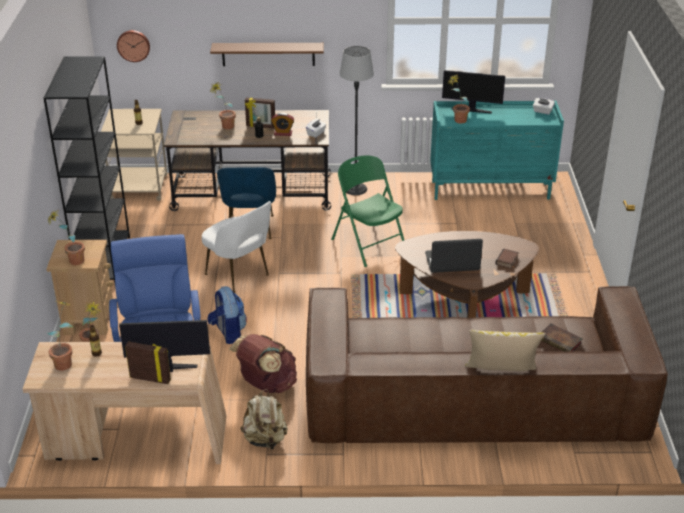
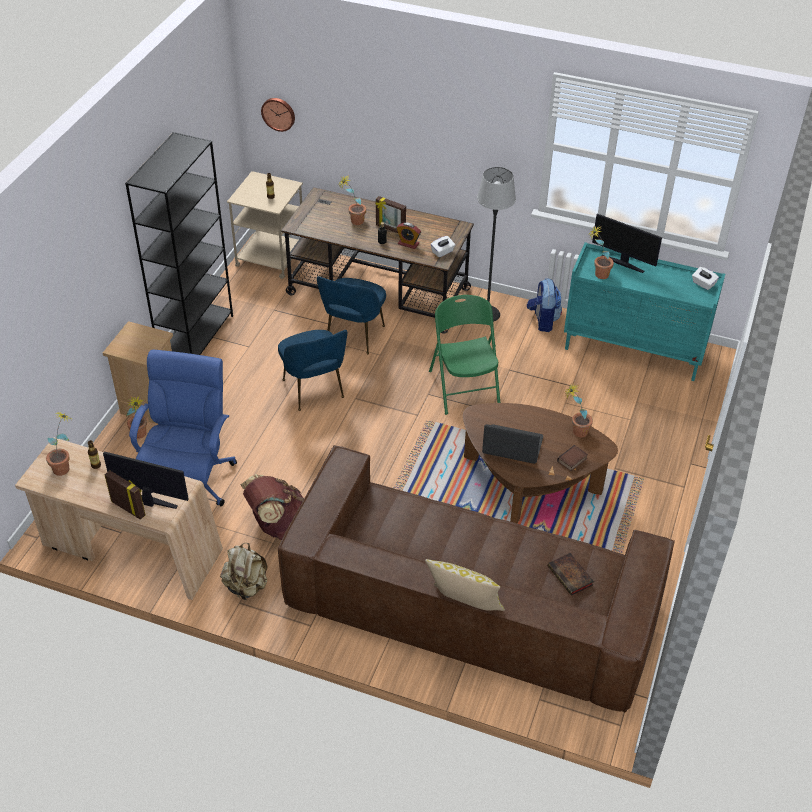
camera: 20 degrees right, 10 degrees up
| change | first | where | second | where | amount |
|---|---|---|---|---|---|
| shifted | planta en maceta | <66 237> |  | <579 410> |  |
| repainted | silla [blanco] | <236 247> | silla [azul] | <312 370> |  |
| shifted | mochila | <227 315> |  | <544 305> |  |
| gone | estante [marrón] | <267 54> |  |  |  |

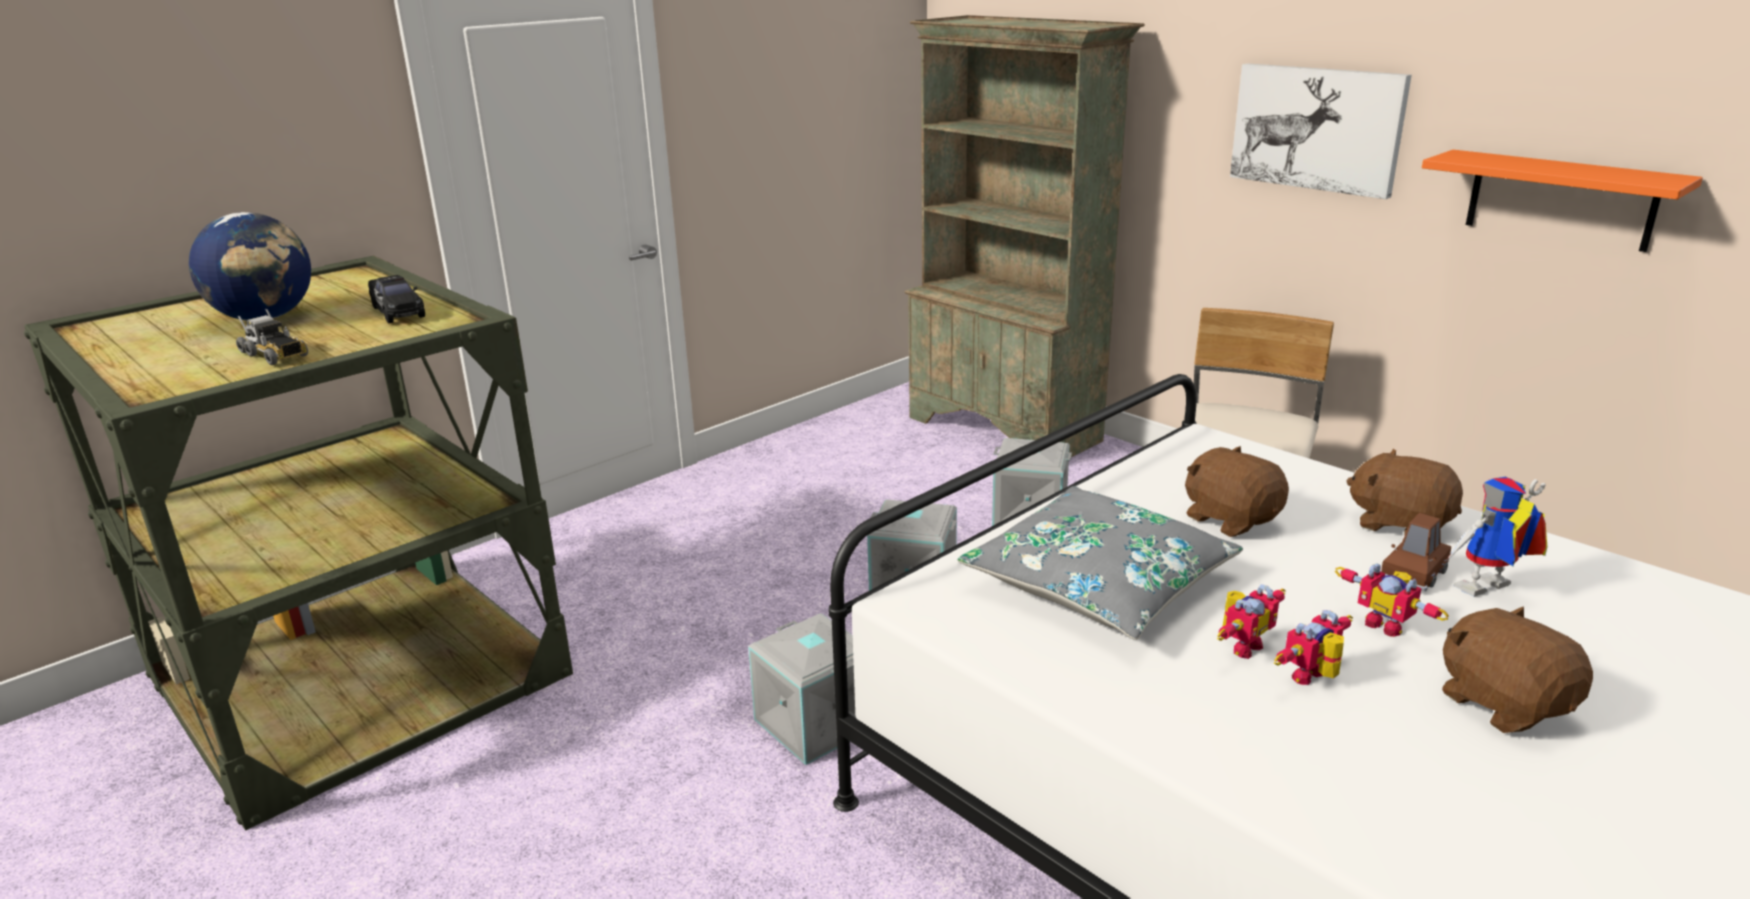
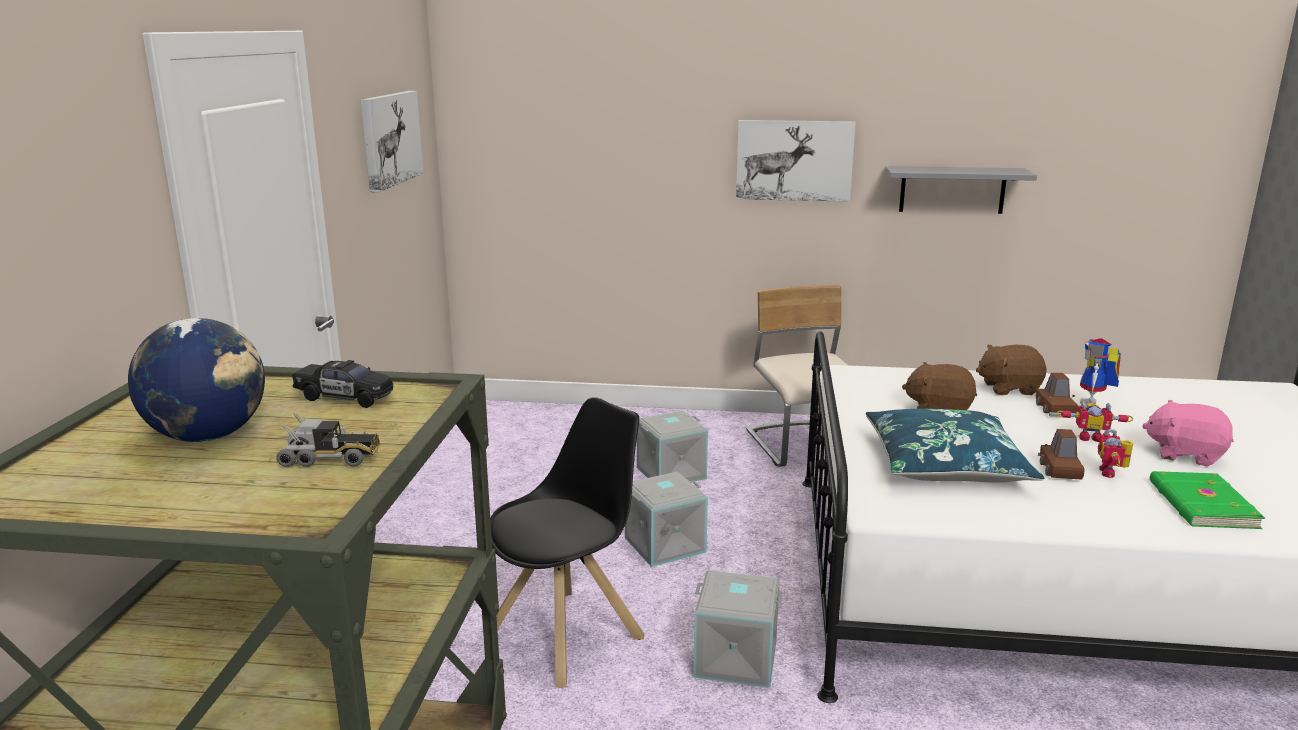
camera: 40 degrees left, 5 degrees down
| change | first | where | second | where | amount |
|---|---|---|---|---|---|
| gone | estantería [verde] | <1025 236> |  |  |  |
| repainted | cojín [gris] | <1100 563> | cojín [azul] | <955 446> |  |
| swapped | robot de juguete | <1251 621> | coche de juguete [marrón] | <1061 454> |  |
| repainted | estante [naranja] | <1562 201> | estante [gris] | <961 190> |  |
| repainted | peluche [marrón] | <1517 669> | peluche [rosa] | <1188 433> |  |
| new |  |  | cuadro | <392 142> |  |
| new |  |  | silla [negro] | <567 542> |  |
| new |  |  | libro [verde] | <1207 500> |  |

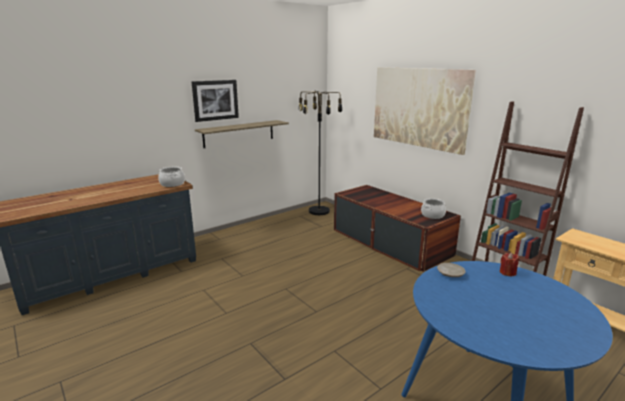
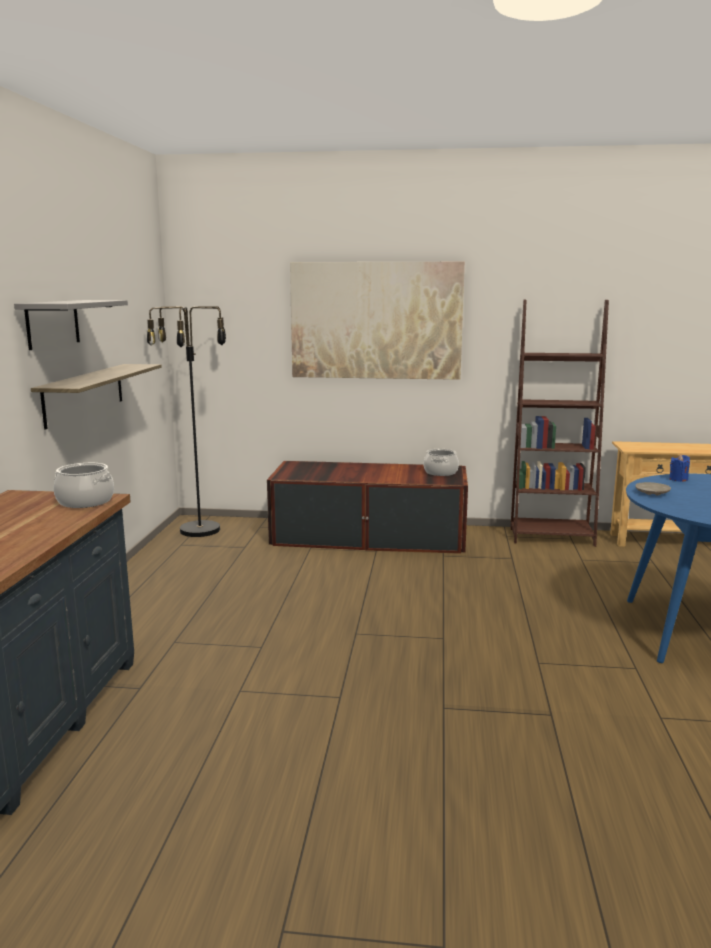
camera: 45 degrees left, 5 degrees down
| change | first | where | second | where | amount |
|---|---|---|---|---|---|
| swapped | cuadro | <215 101> | estante [gris] | <71 325> |  |
| repainted | vela [rojo] | <509 264> | vela [azul] | <679 468> |  |

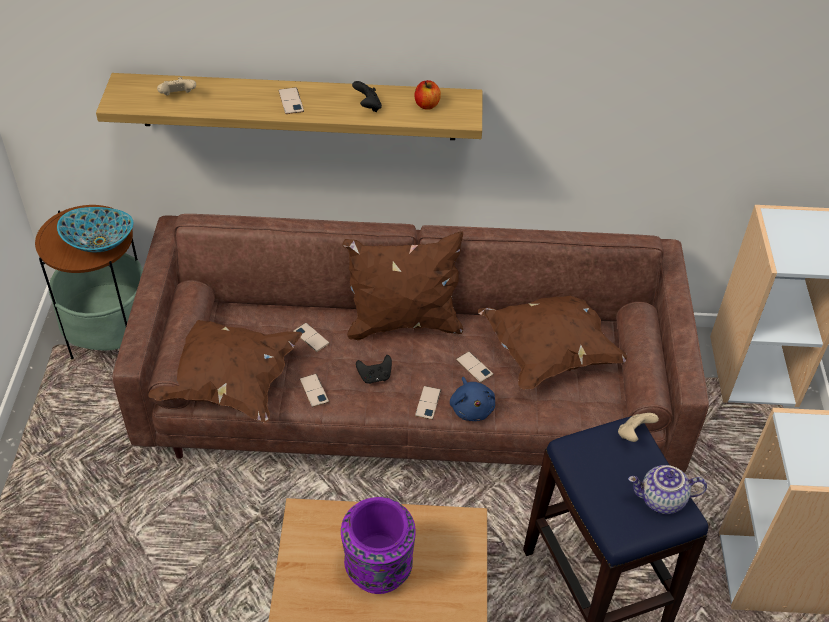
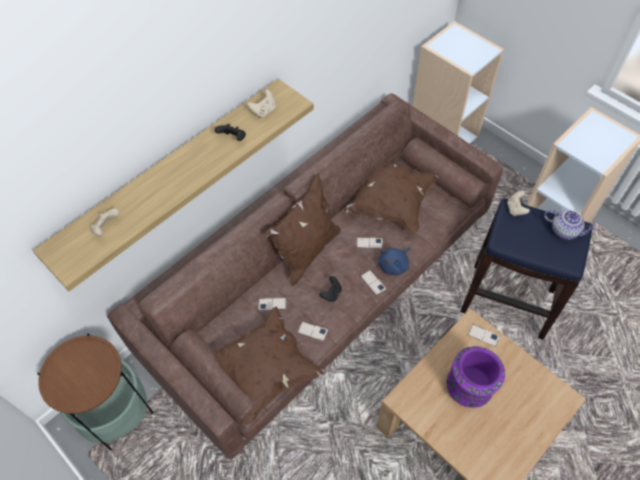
camera: 45 degrees left, 10 degrees up
| change | first | where | second | where | amount |
|---|---|---|---|---|---|
| gone | cuenco | <95 229> |  |  |  |
| shifted | móvil | <291 100> |  | <484 335> |  |
| swapped | manzana | <427 95> | mando de consola [beis] | <261 104> |  |
| rotated | peluche [azul] | <472 399> |  | <395 261> | 105 degrees clockwise |
| rotated | tetera | <667 489> |  | <570 224> | 105 degrees counterclockwise |

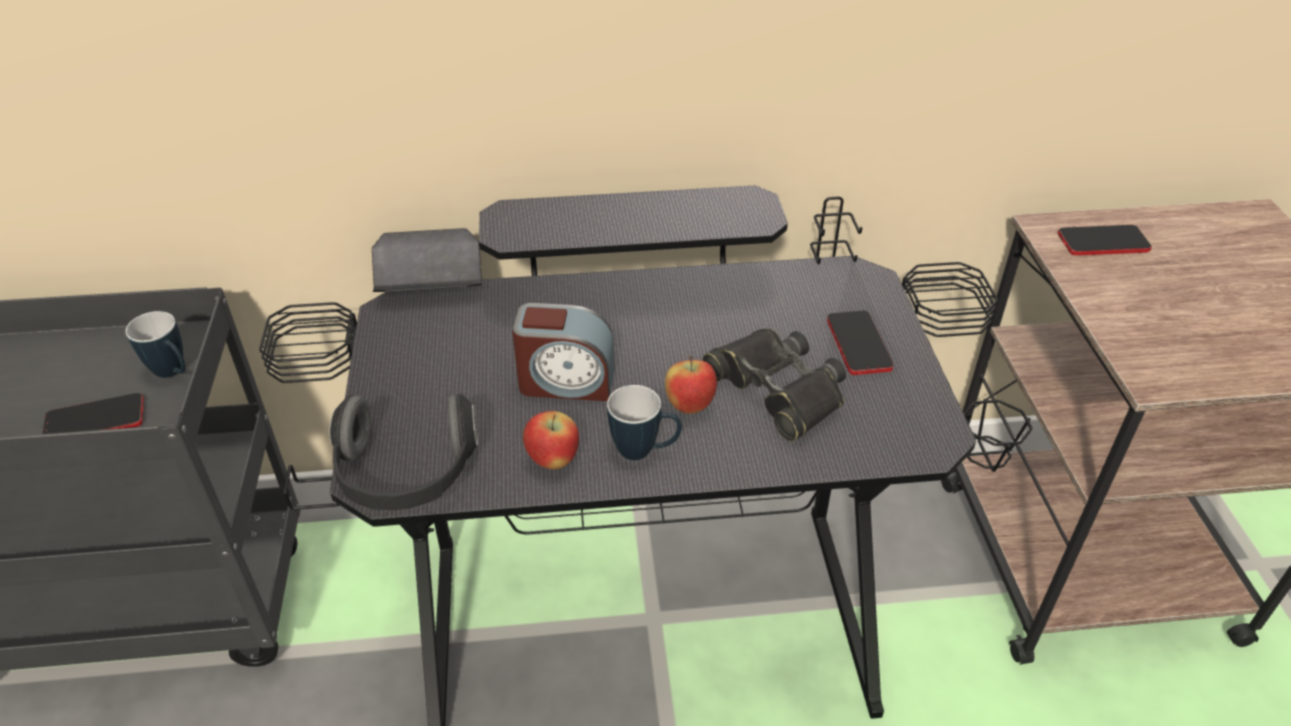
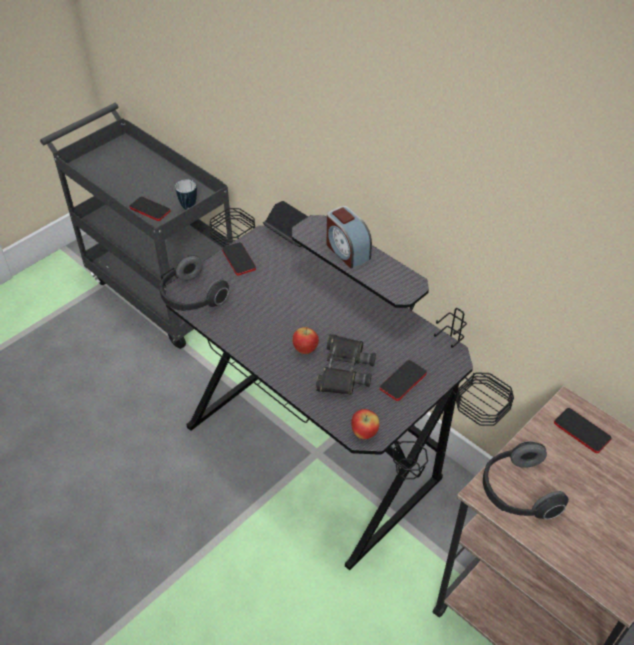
camera: 50 degrees right, 5 degrees up
| change | first | where | second | where | amount |
|---|---|---|---|---|---|
| shifted | despertador | <563 352> |  | <349 237> |  |
| shifted | manzana | <551 440> |  | <365 424> |  |
| gone | taza grande | <644 422> |  |  |  |
| new |  |  | móvil | <239 259> |  |
| new |  |  | auriculares | <526 480> |  |

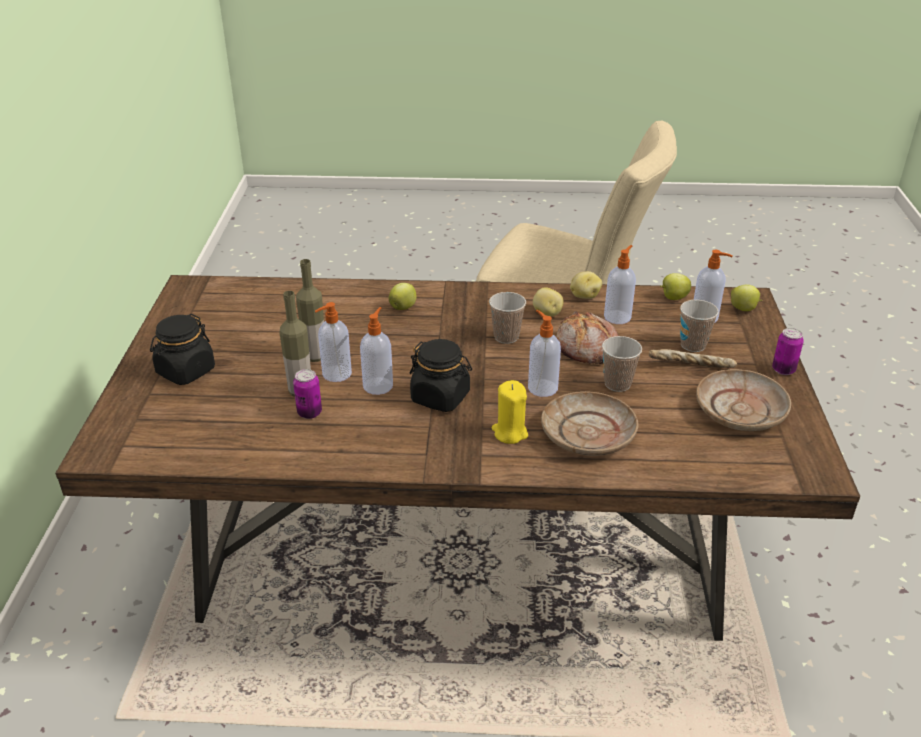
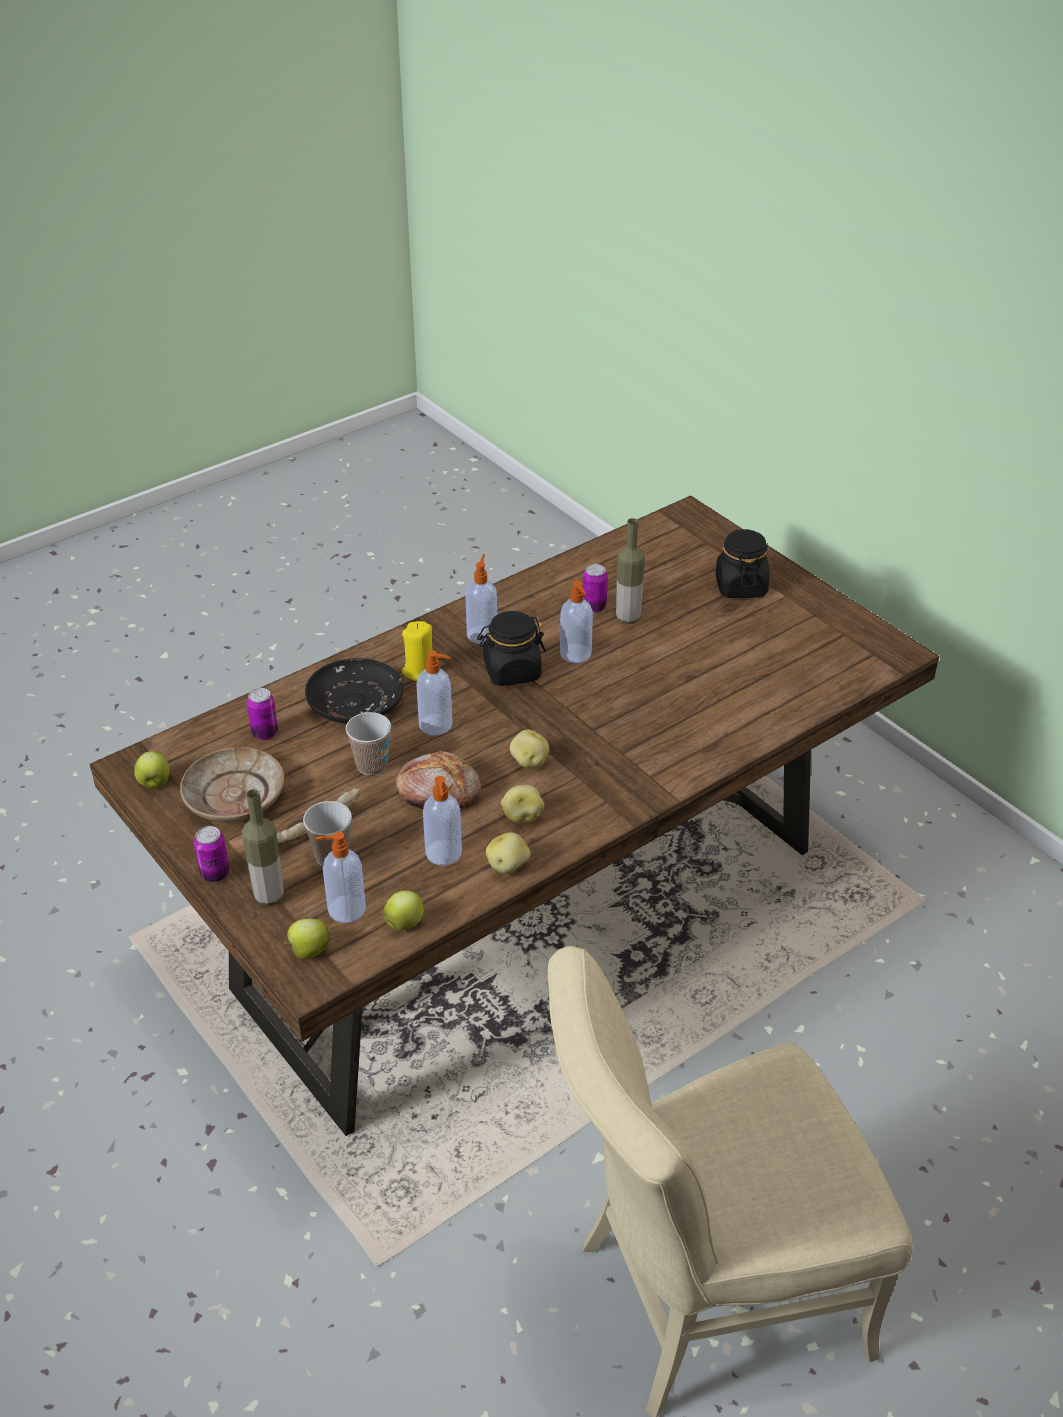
camera: 140 degrees right, 5 degrees up
| change | first | where | second | where | amount |
|---|---|---|---|---|---|
| shifted | botella | <310 310> |  | <263 847> |  |
| shifted | dispensador de jabón | <333 342> |  | <481 599> |  |
| shifted | manzana | <403 296> |  | <152 769> |  |
| swapped | taza | <507 318> | patata | <529 749> |  |
| repainted | plato [beis] | <589 423> | plato [negro] | <354 690> |  |
| new |  |  | lata | <262 714> |  |

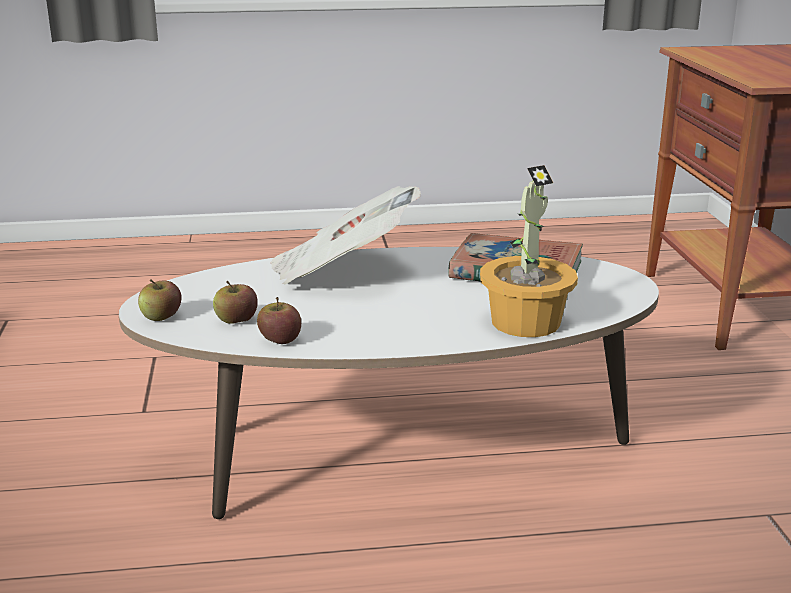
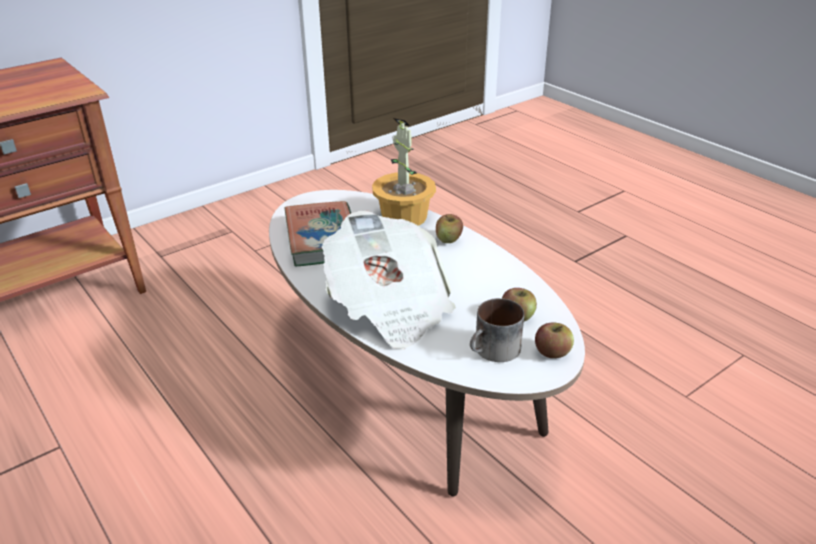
camera: 120 degrees left, 10 degrees up
| change | first | where | second | where | amount |
|---|---|---|---|---|---|
| shifted | manzana | <279 320> |  | <449 228> |  |
| new |  |  | taza grande | <497 330> |  |

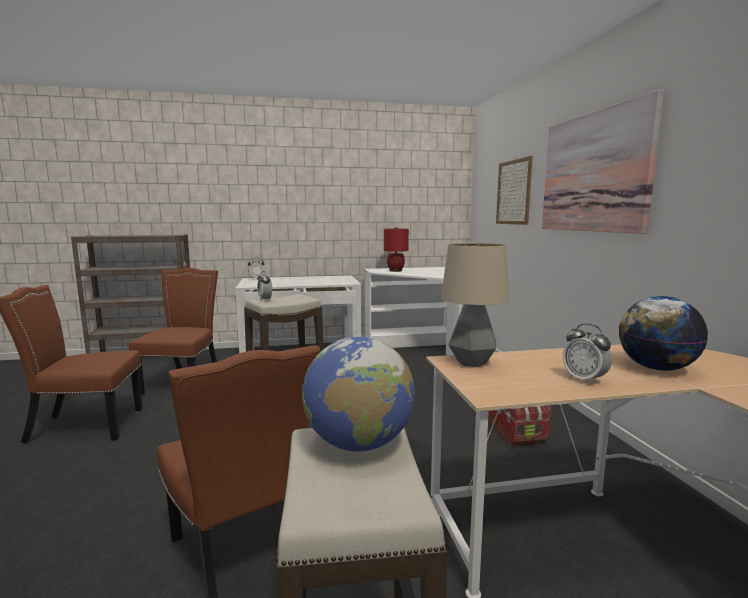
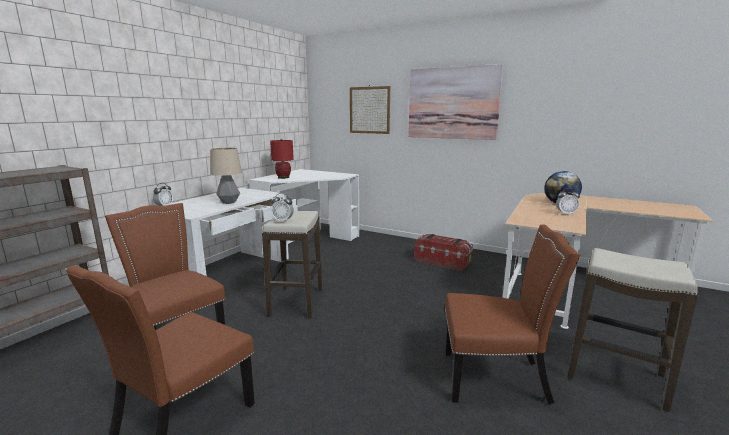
camera: 50 degrees left, 5 degrees up
| change | first | where | second | where | amount |
|---|---|---|---|---|---|
| gone | globo terráqueo | <358 394> |  |  |  |
| shifted | lámpara de mesa | <475 305> |  | <226 175> |  |

